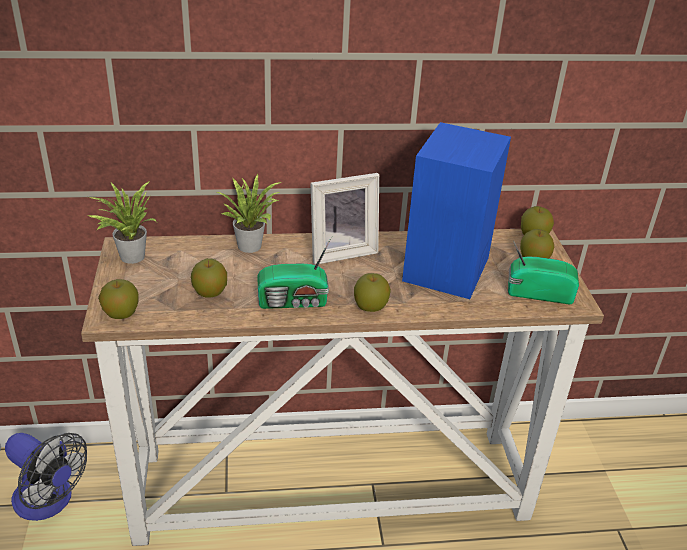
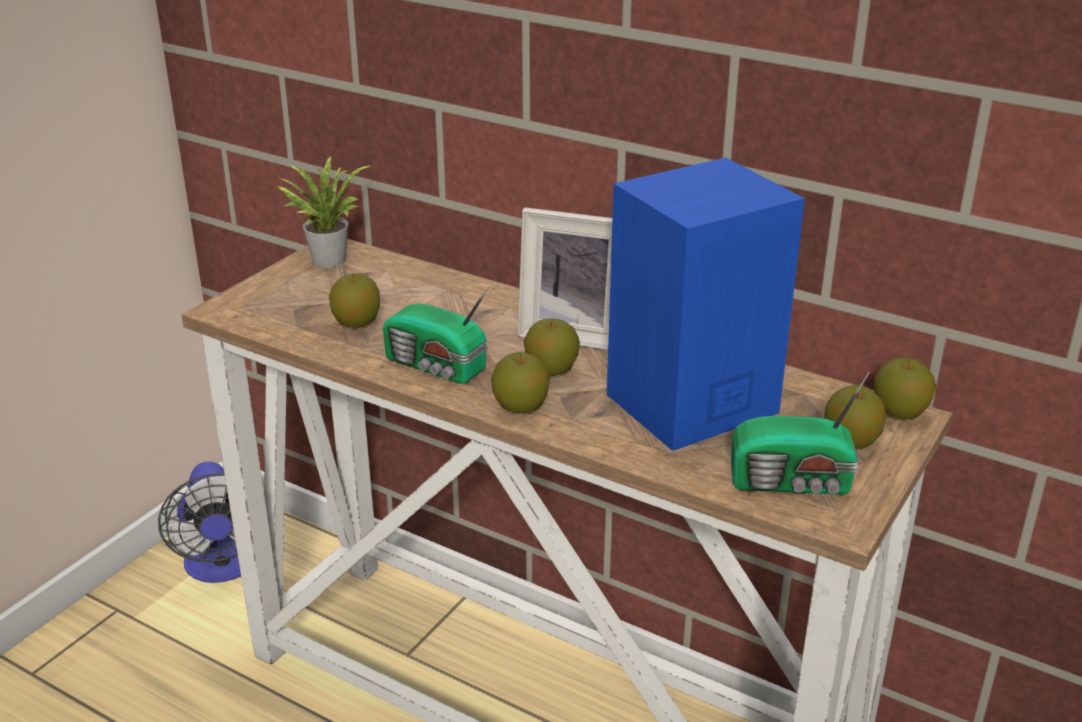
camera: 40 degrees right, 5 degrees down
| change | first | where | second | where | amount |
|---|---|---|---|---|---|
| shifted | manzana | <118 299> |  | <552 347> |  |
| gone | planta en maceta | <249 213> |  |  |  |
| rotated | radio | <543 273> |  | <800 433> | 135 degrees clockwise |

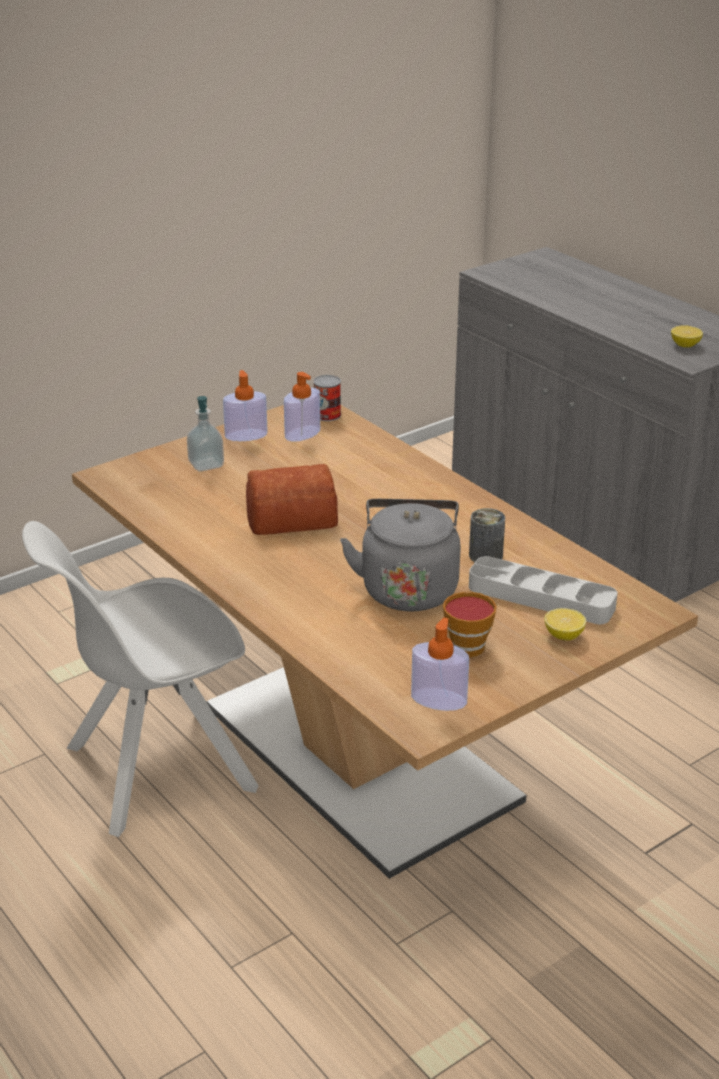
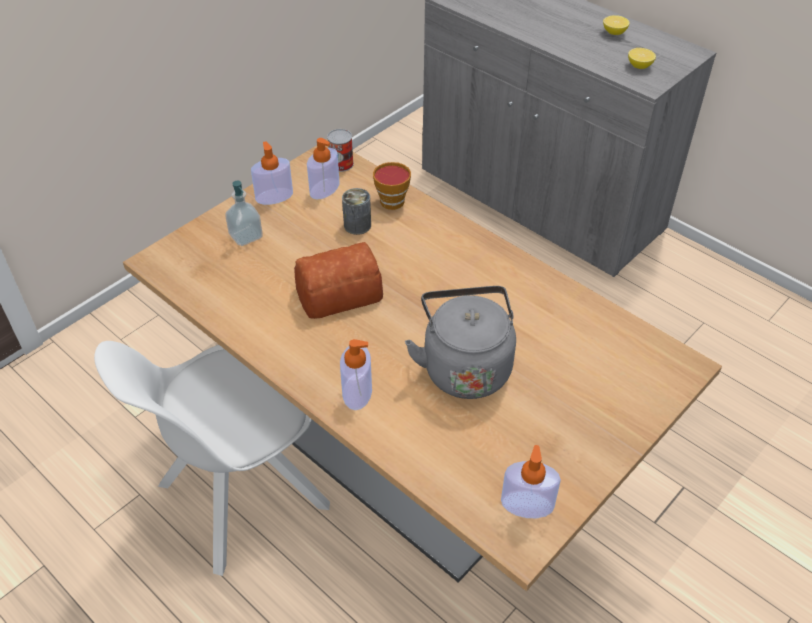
camera: 10 degrees left, 15 degrees up
| change | first | where | second | where | amount |
|---|---|---|---|---|---|
| shifted | taza | <470 624> |  | <392 186> |  |
| shifted | lata | <487 535> |  | <356 211> |  |
| gone | bandeja [gris] | <543 590> |  |  |  |
| shifted | limón | <565 624> |  | <616 25> |  |
| new |  |  | dispensador de jabón | <356 374> |  |

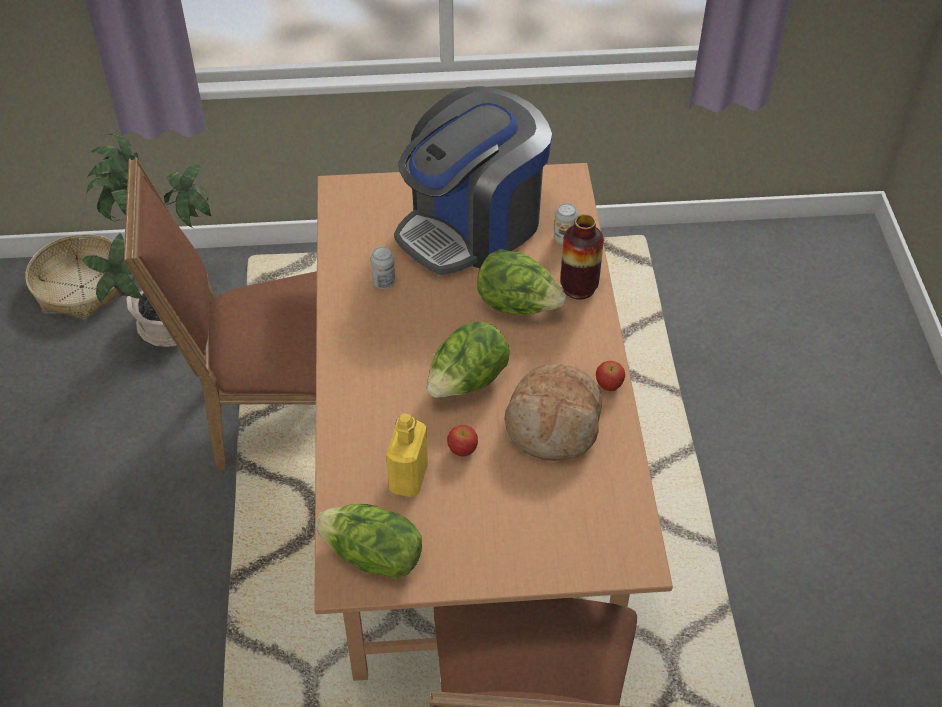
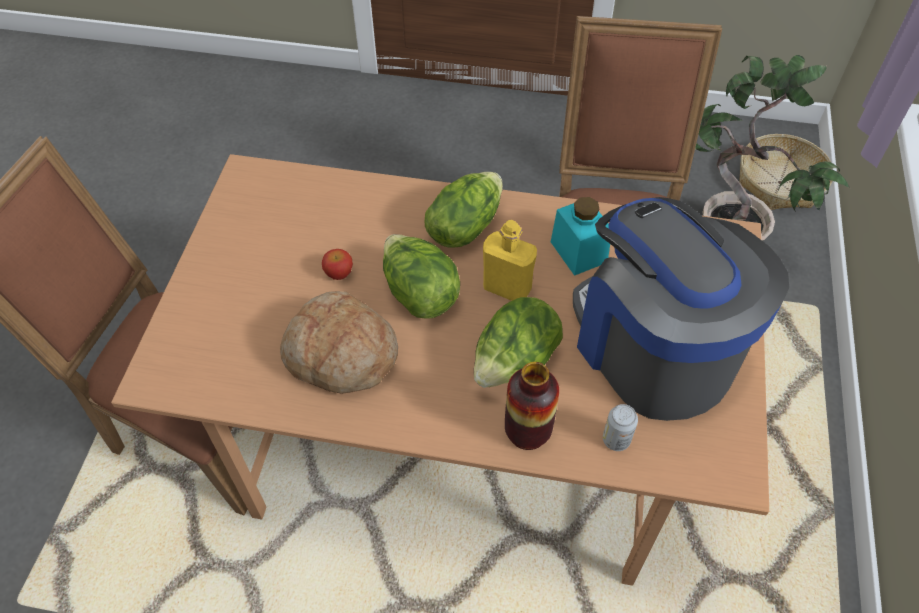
camera: 105 degrees right, 5 degrees up
| change | first | where | second | where | amount |
|---|---|---|---|---|---|
| shifted | lechuga | <369 541> |  | <464 209> |  |
| swapped | lata | <383 268> | tarro [turquesa] | <580 236> |  |
| shifted | botella [amarillo] | <407 455> |  | <510 260> |  |
| gone | manzana | <610 376> |  |  |  |

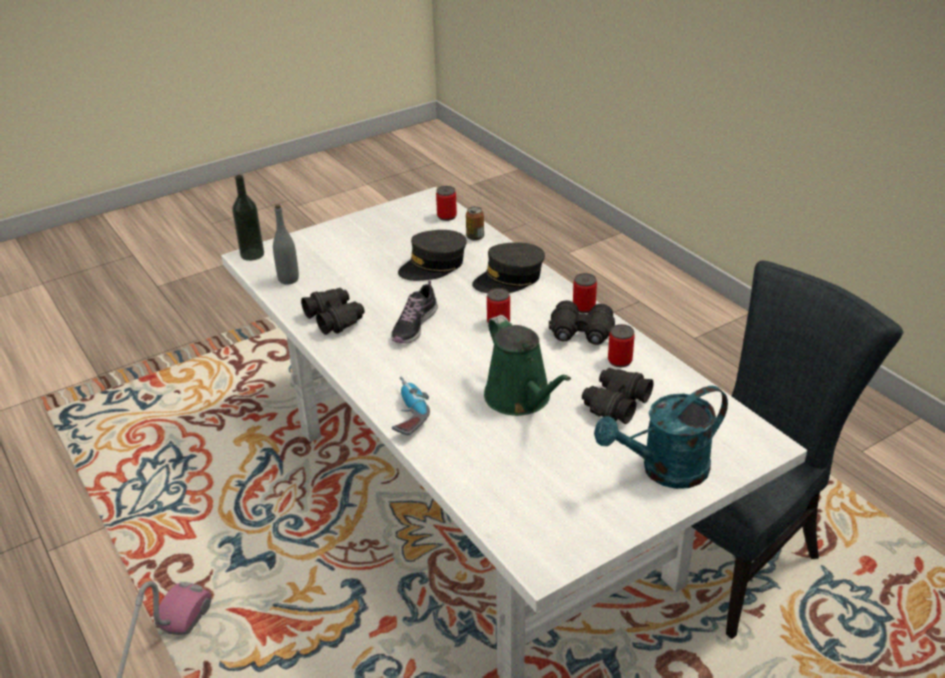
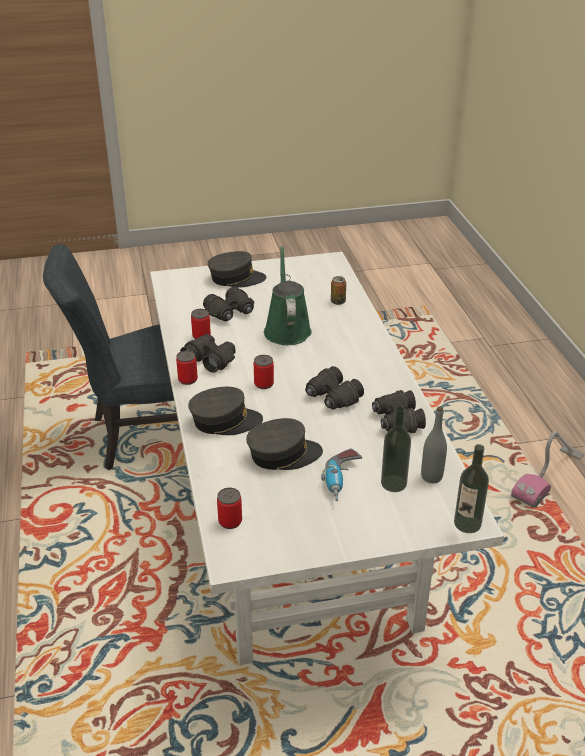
camera: 160 degrees left, 0 degrees up
| change | first | where | second | where | amount |
|---|---|---|---|---|---|
| swapped | zapato | <414 311> | prismáticos [negro] | <334 387> |  |
| shifted | taladro | <411 406> |  | <341 474> |  |
| shifted | lata | <475 223> |  | <338 290> |  |
| swapped | regadera [turquesa] | <661 437> | gorra [gris] | <236 269> |  |
| new |  |  | botella | <396 449> |  |

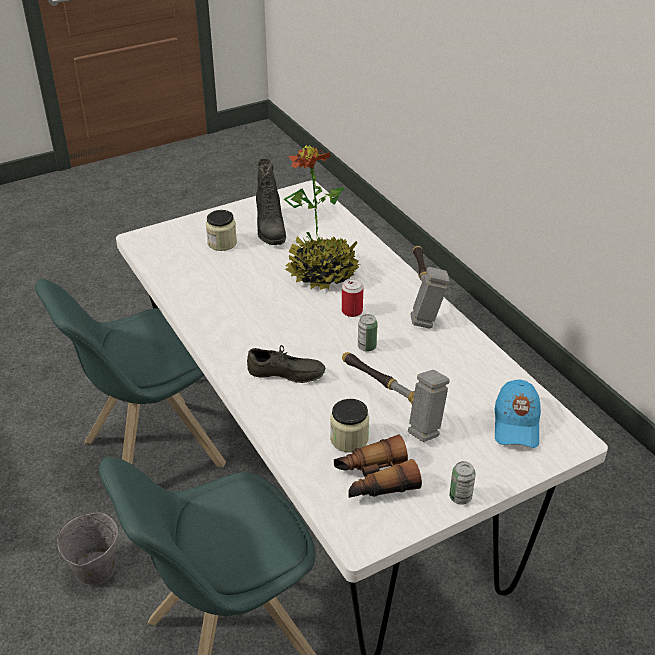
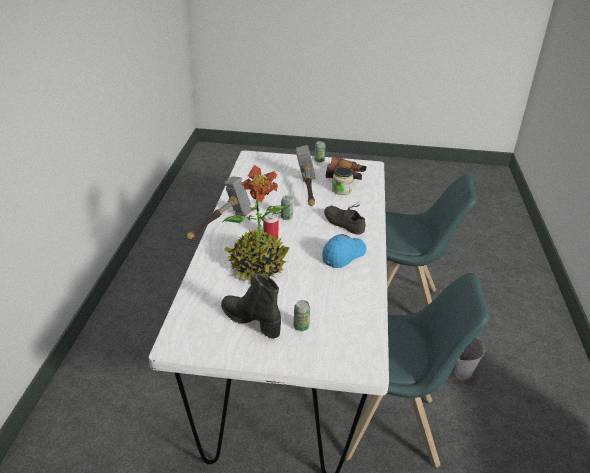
camera: 145 degrees left, 5 degrees down
| change | first | where | second | where | amount |
|---|---|---|---|---|---|
| swapped | tarro | <221 230> | lata | <301 315> |  |
| rotated | bota [negro] | <271 201> |  | <251 306> | 75 degrees counterclockwise |
| shifted | gorra [azul] | <518 414> |  | <344 251> |  |

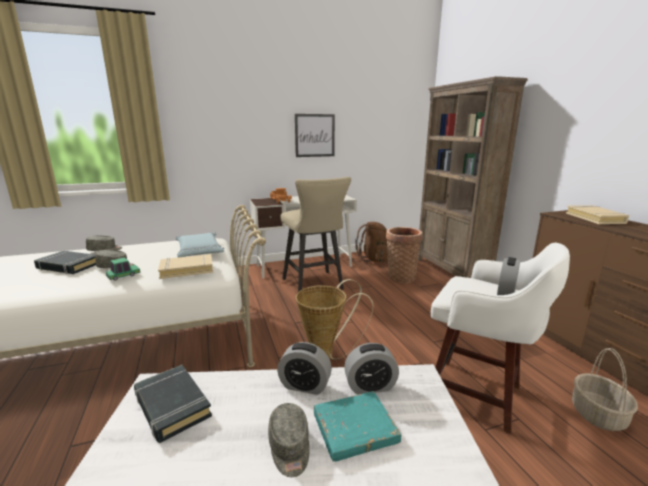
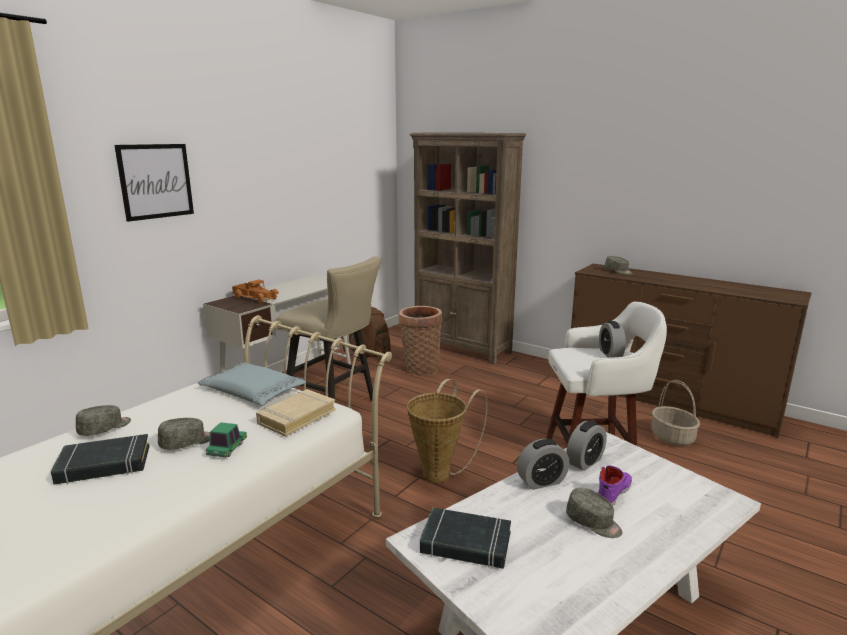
camera: 35 degrees left, 0 degrees up
| change | first | where | second | where | amount |
|---|---|---|---|---|---|
| shifted | cuadro | <315 135> |  | <154 183> |  |
| swapped | libro [turquesa] | <358 426> | zapato [morado] | <615 486> |  |
| swapped | libro [beis] | <597 214> | gorra [gris] | <618 265> |  |

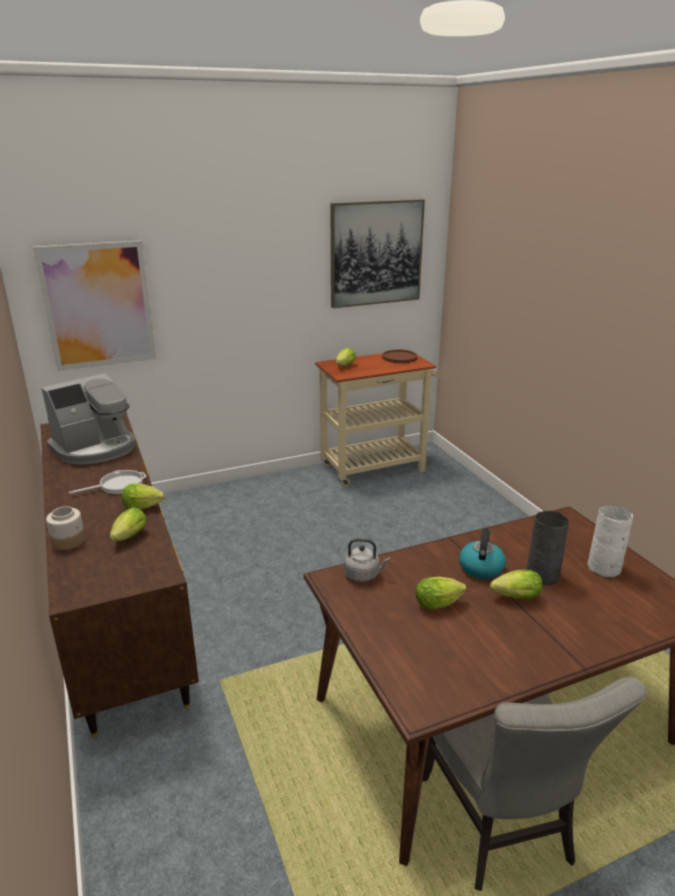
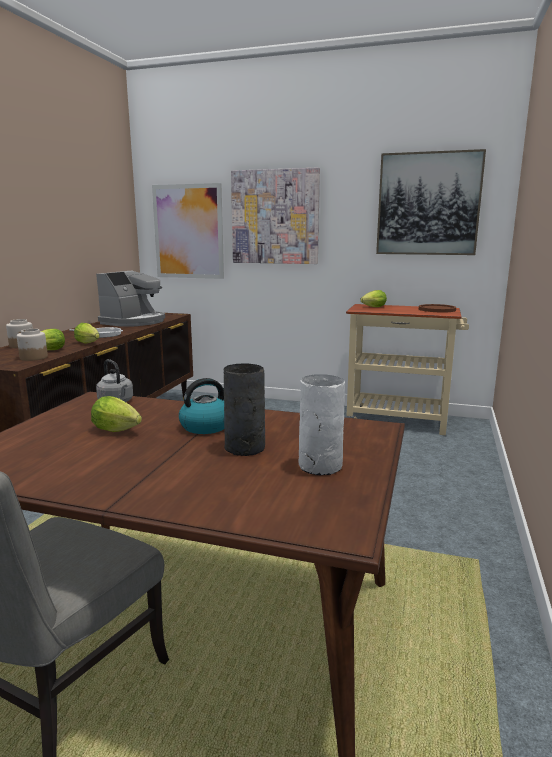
camera: 40 degrees right, 10 degrees down
| change | first | where | second | where | amount |
|---|---|---|---|---|---|
| rotated | cafetera | <88 419> |  | <130 299> | 60 degrees counterclockwise |
| gone | lechuga | <516 584> |  |  |  |
| new |  |  | tarro | <32 345> |  |
| new |  |  | cuadro | <275 215> |  |

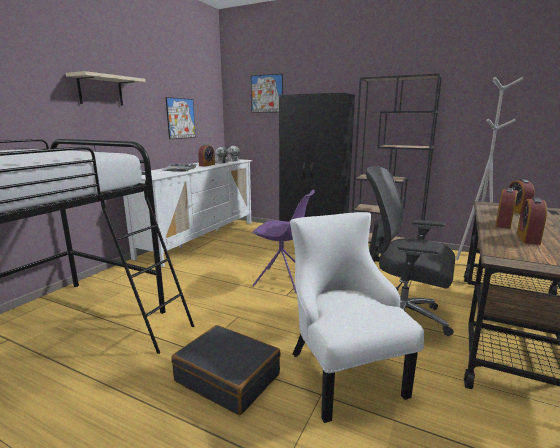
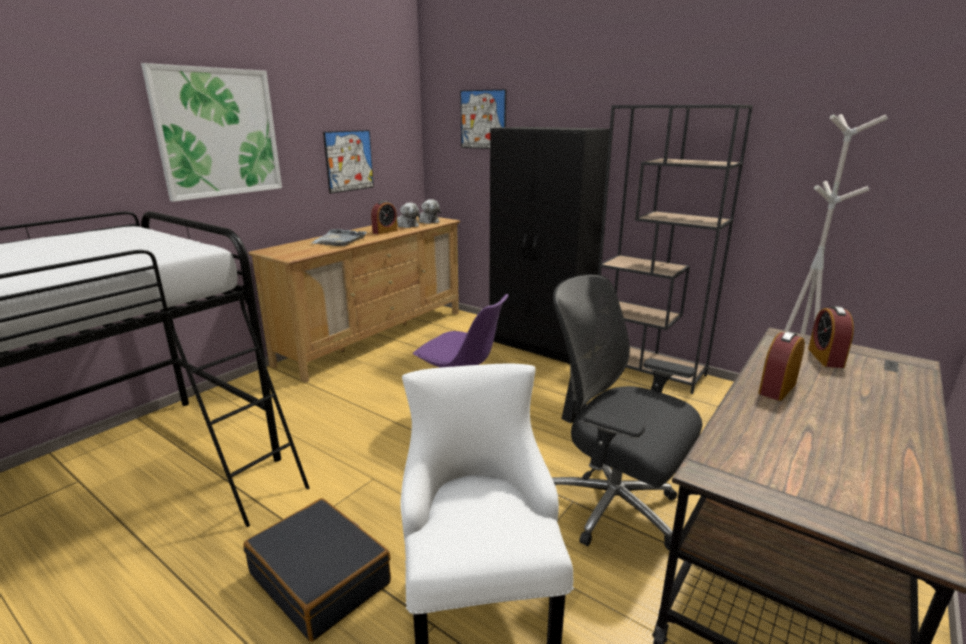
camera: 10 degrees right, 5 degrees up
| change | first | where | second | where | amount |
|---|---|---|---|---|---|
| swapped | estante [beis] | <105 88> | cuadro | <211 132> |  |
| repainted | cómoda [blanco] | <187 213> | cómoda [marrón] | <354 299> |  |
| gone | despertador | <532 221> |  |  |  |

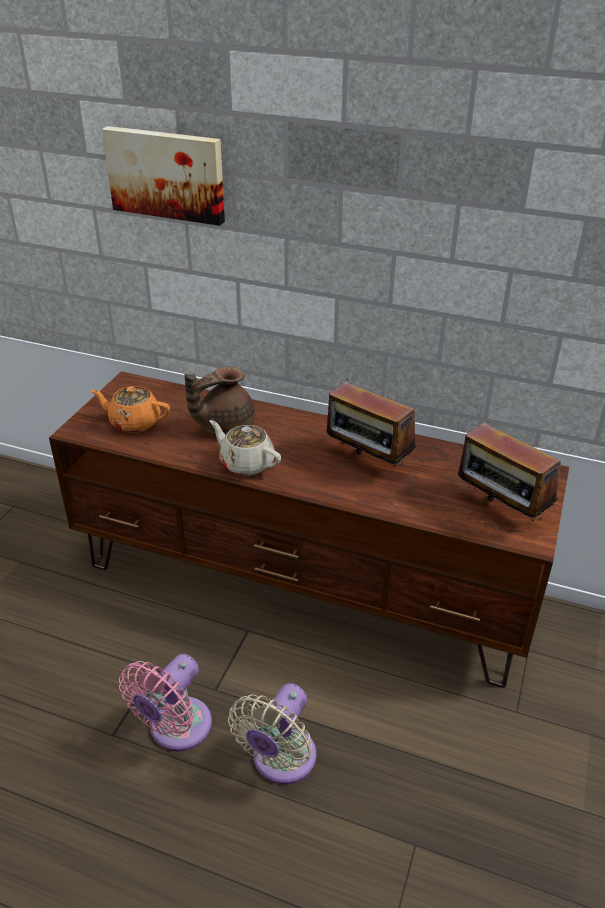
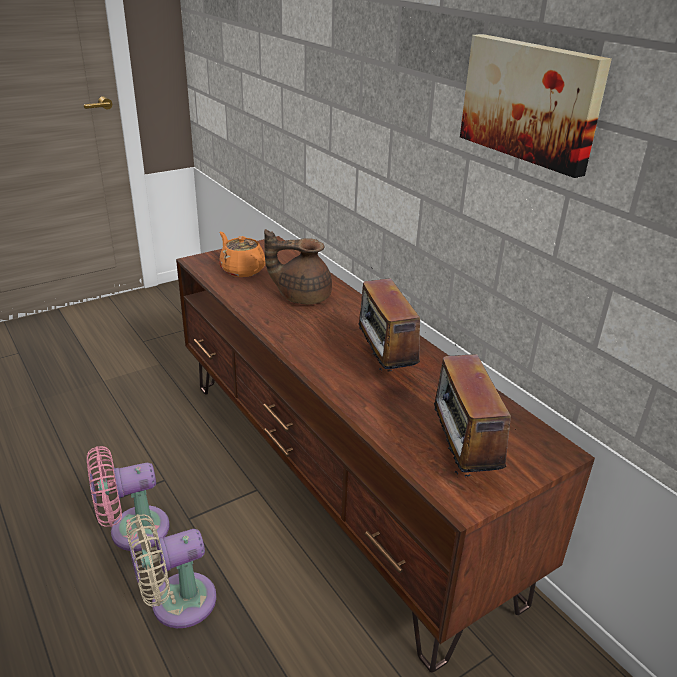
camera: 35 degrees right, 5 degrees down
| change | first | where | second | where | amount |
|---|---|---|---|---|---|
| shifted | cuadro | <163 176> |  | <536 106> |  |
| gone | tetera [beis] | <245 448> |  |  |  |

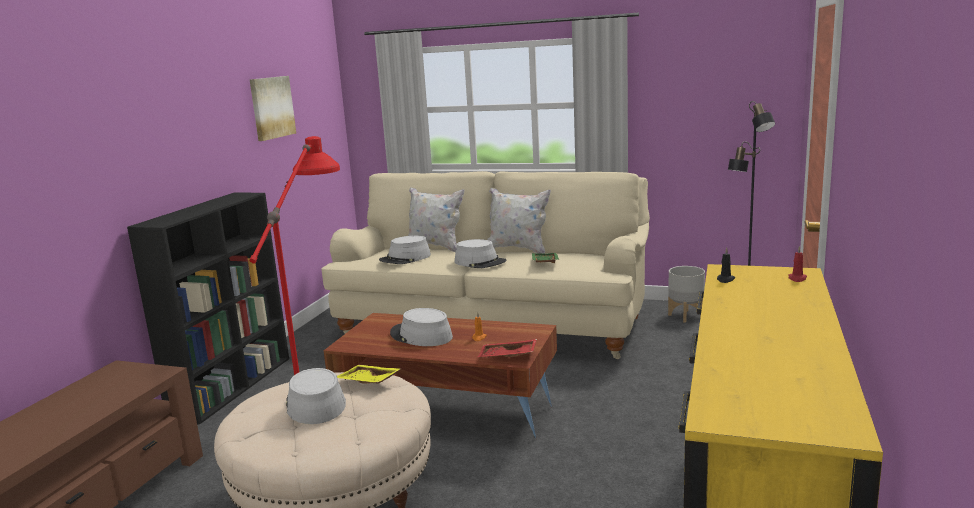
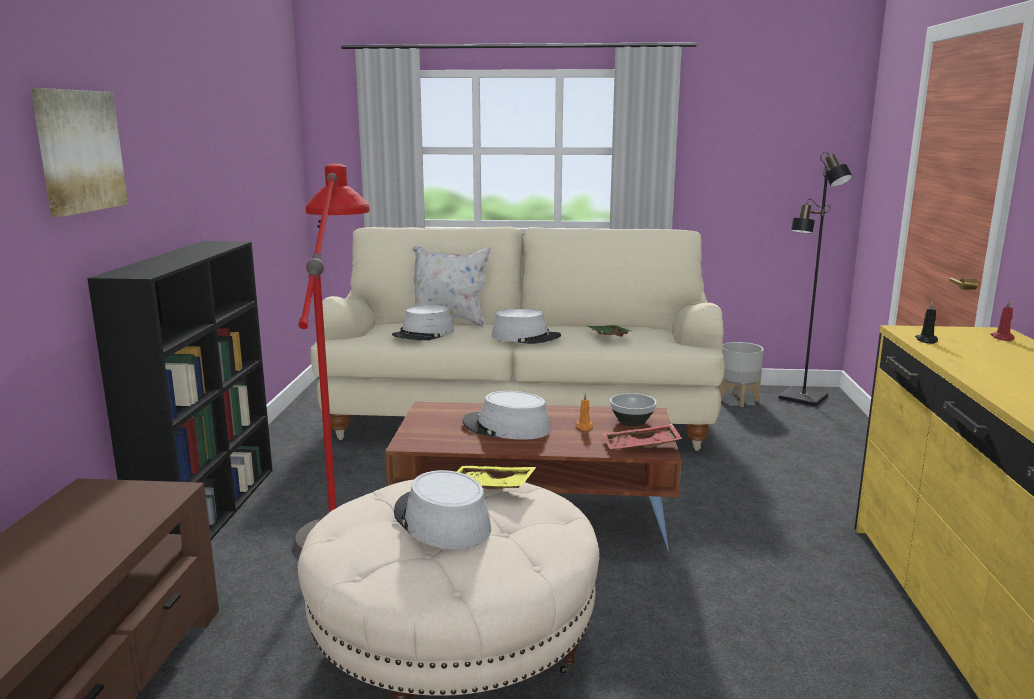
camera: 15 degrees left, 0 degrees up
| change | first | where | second | where | amount |
|---|---|---|---|---|---|
| shifted | cuadro | <273 108> |  | <79 152> |  |
| gone | cojín [blanco] | <519 221> |  |  |  |
| new |  |  | cuenco | <633 409> |  |

